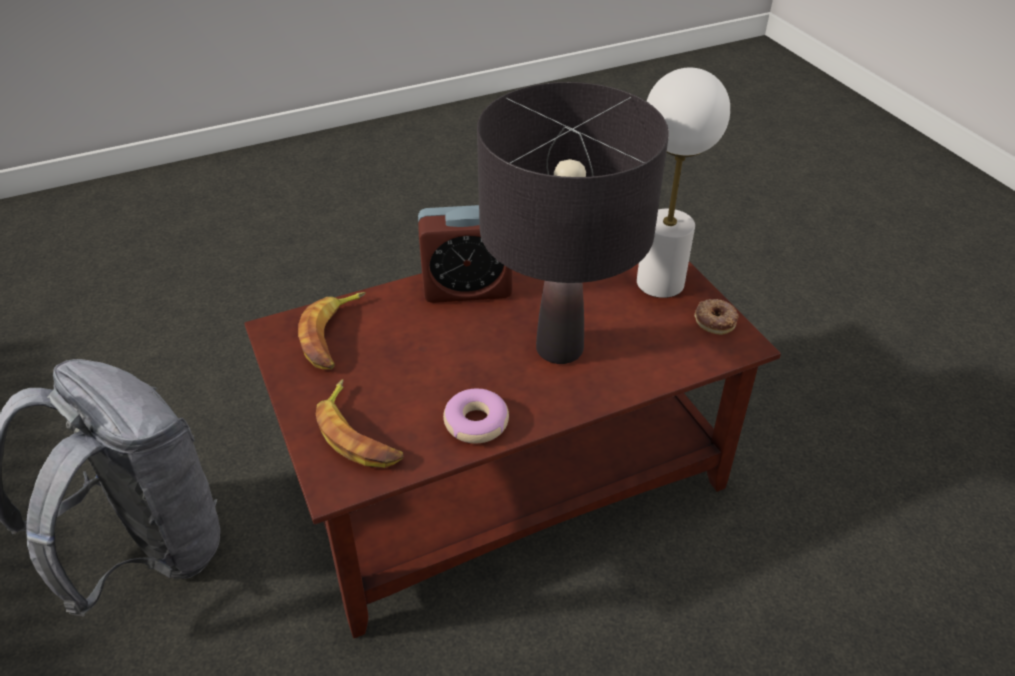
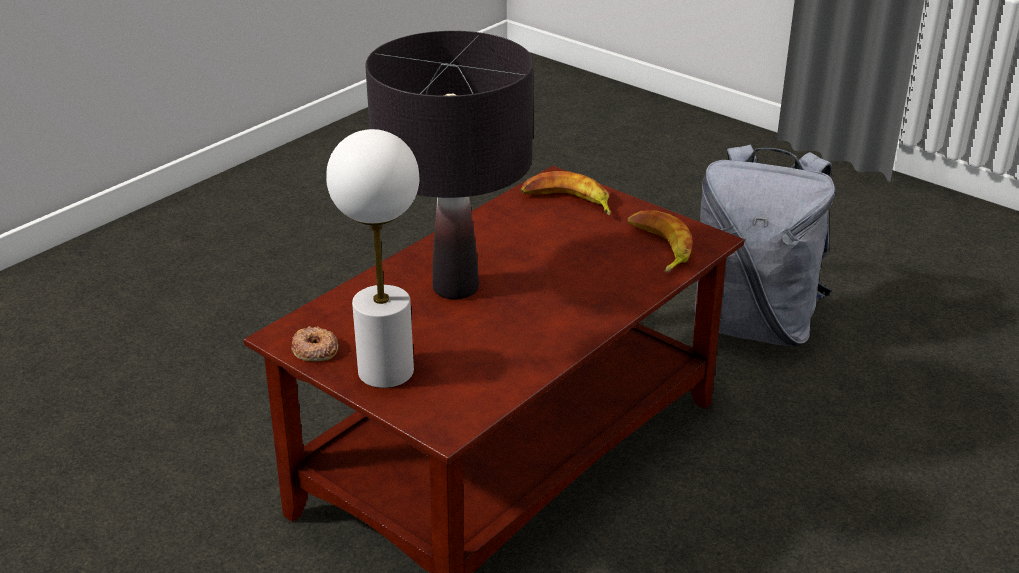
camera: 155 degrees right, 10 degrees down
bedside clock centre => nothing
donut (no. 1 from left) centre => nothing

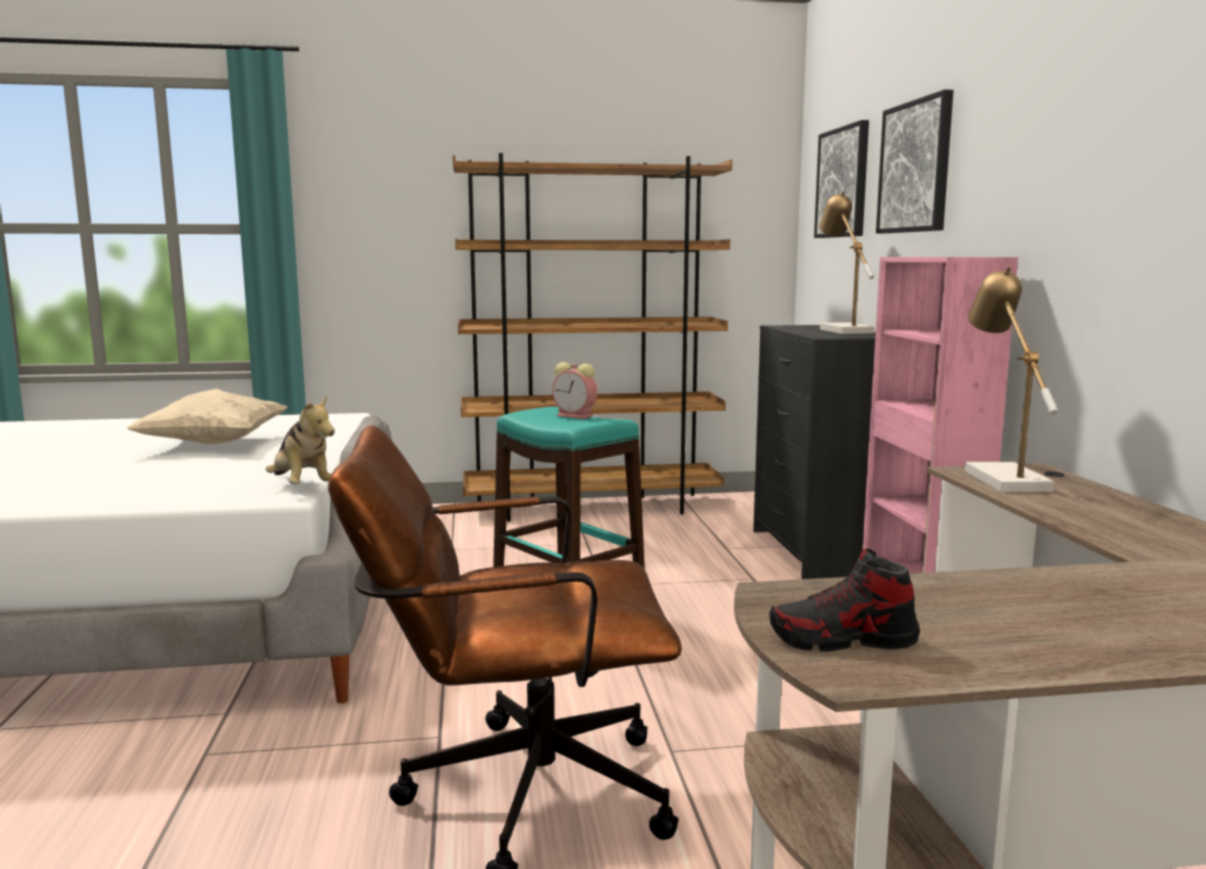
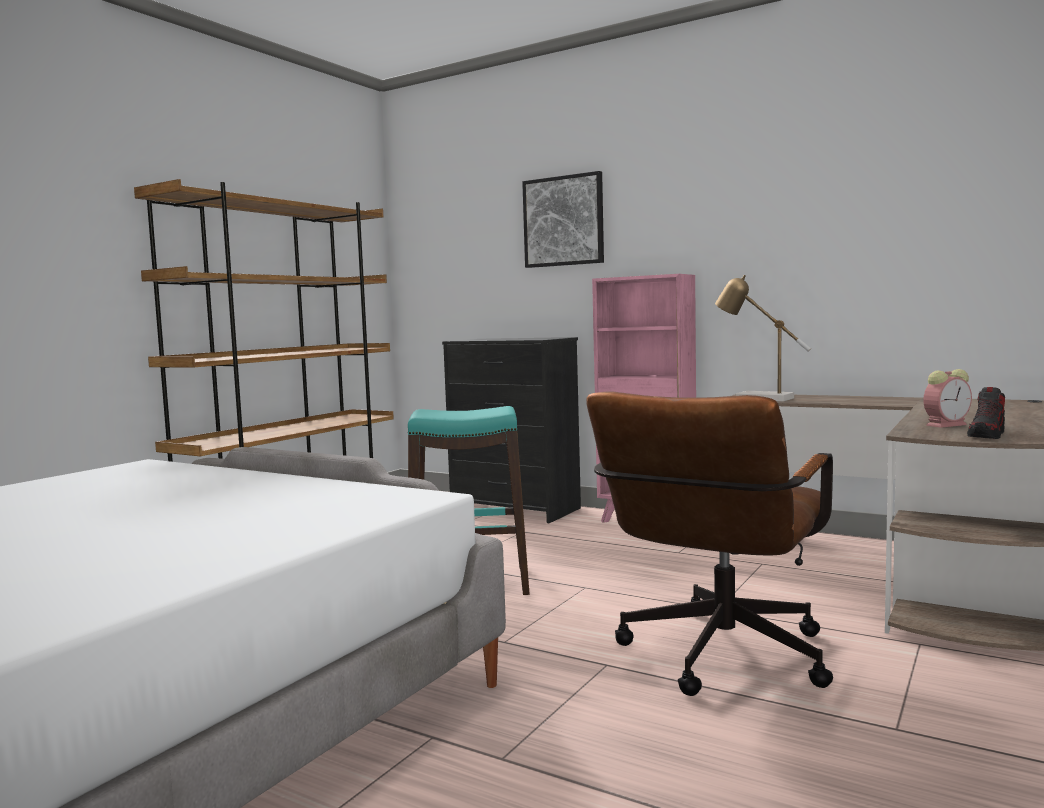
camera: 50 degrees left, 5 degrees down
bedside clock centre => bedside clock middle right, shifted
sand-coloured pillow middle left => nothing
plush toy middle left => nothing
picture (no. 1 from left) top right => nothing
lamp for a table (no. 1 from left) top right => nothing

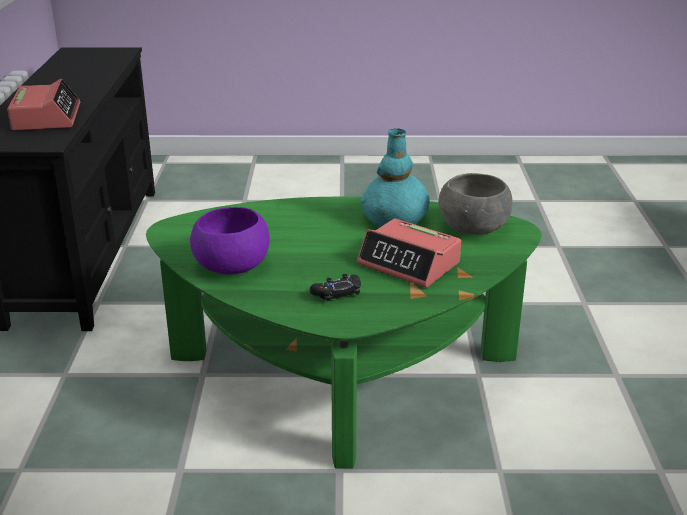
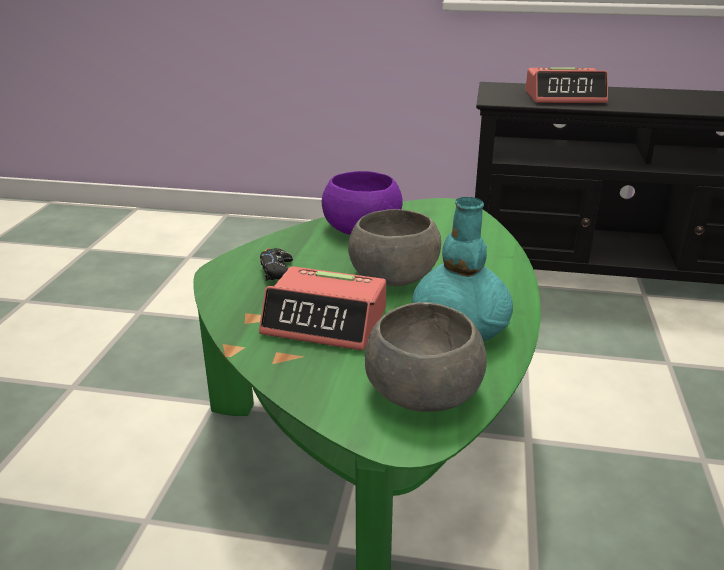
camera: 100 degrees right, 0 degrees up
bedside clock (no. 2 from left in the first image) centre => bedside clock (no. 1 from left) centre, 120 degrees counterclockwise
nothing => gray serving bowl (no. 1 from left) centre

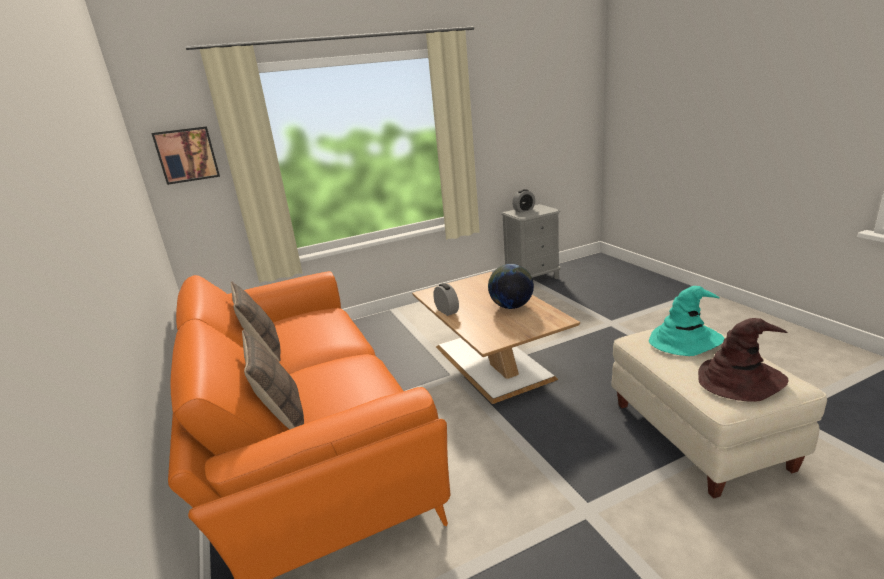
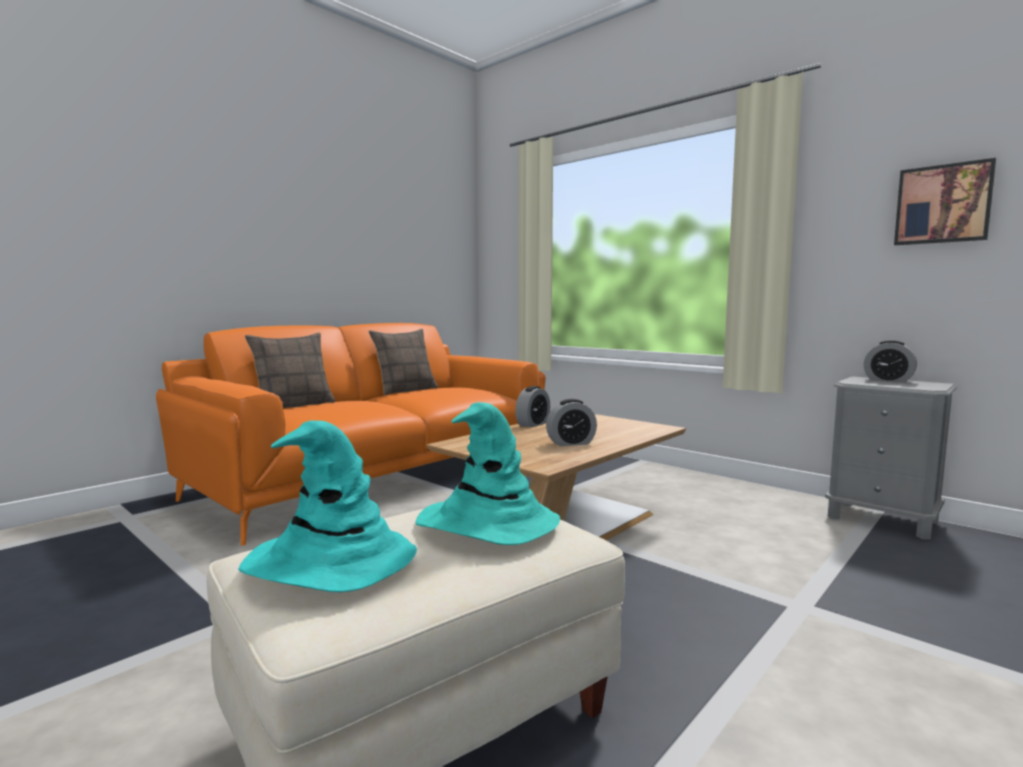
camera: 65 degrees right, 15 degrees down
brown-coloured hat middle right => blue-green hat (no. 1 from left) middle left
globe centre => bedside clock (no. 2 from left) centre
picture top left => picture top right, shifted

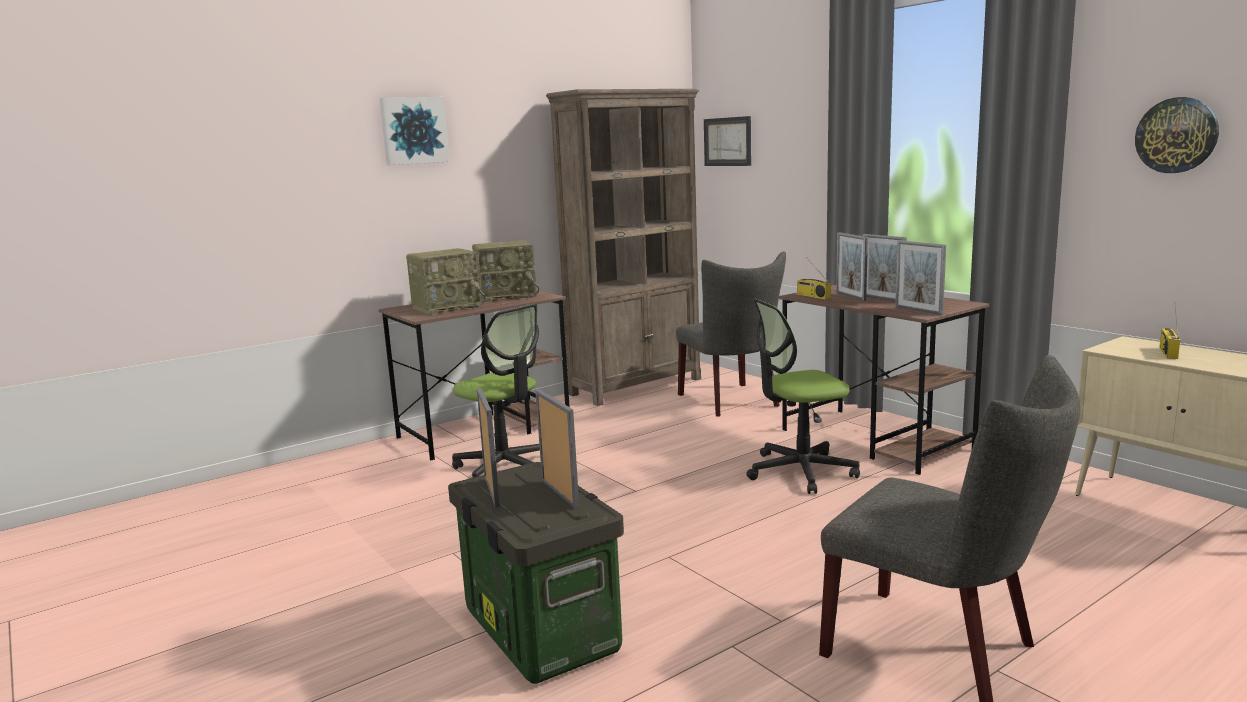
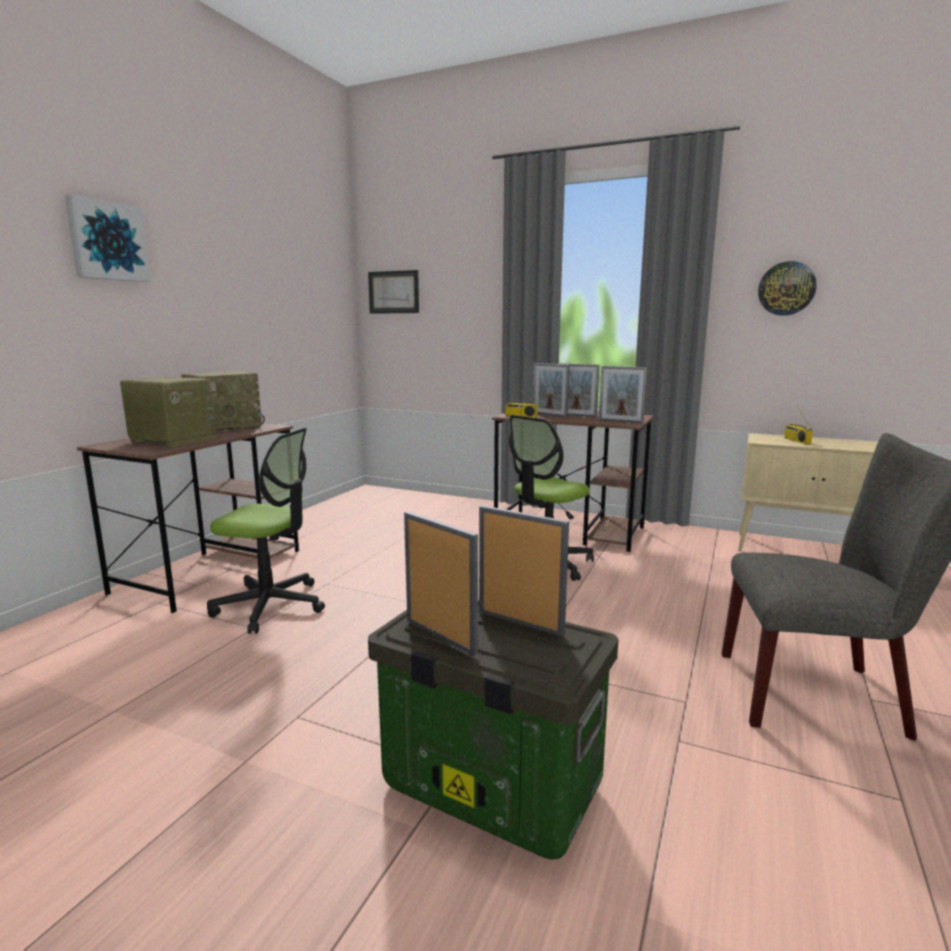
camera: 30 degrees left, 0 degrees up
radio (no. 1 from left) centre => radio (no. 1 from left) middle left, 90 degrees counterclockwise
brown-coloured bookshelf centre => nothing
gray plain chair (no. 1 from left) centre => nothing

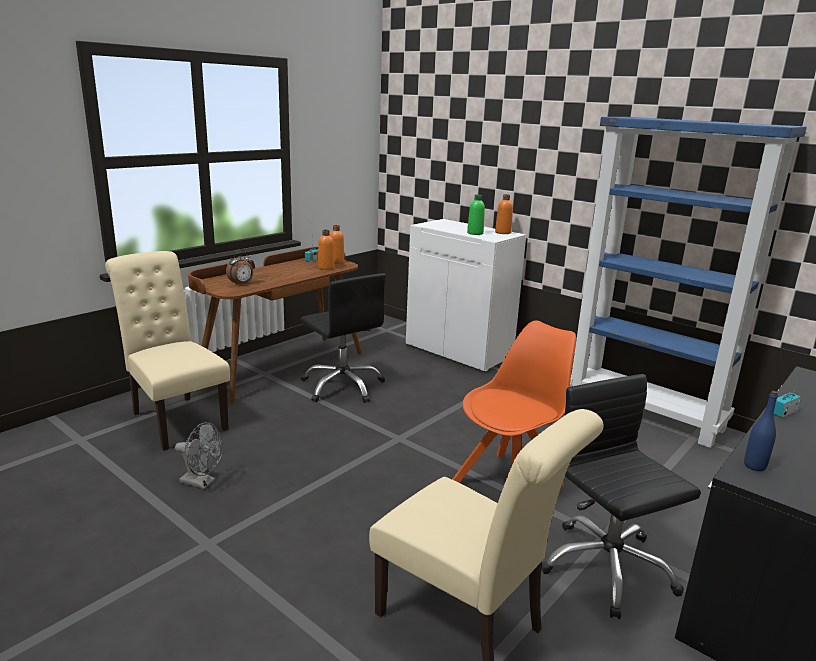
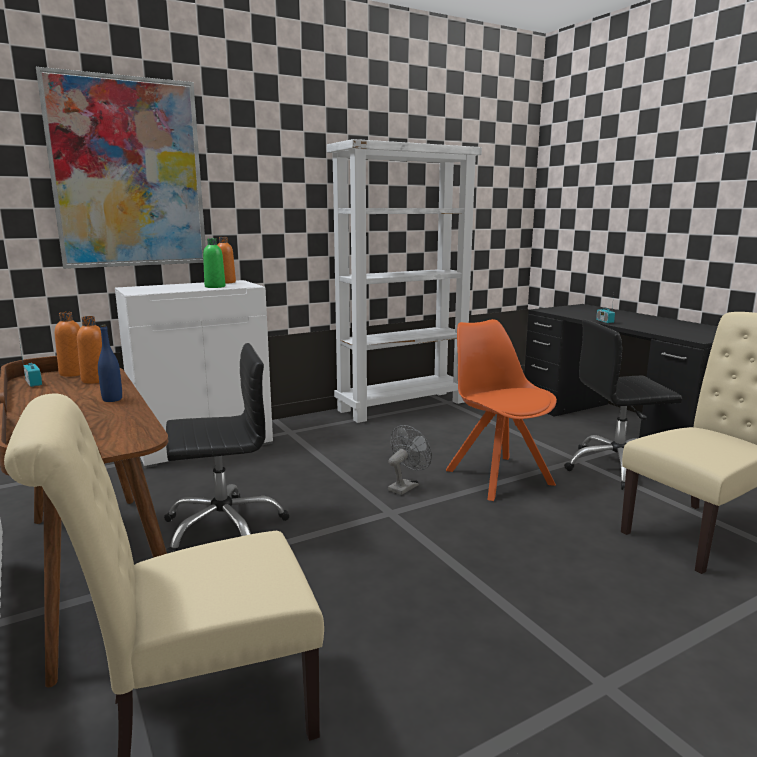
camera: 70 degrees left, 5 degrees down
nothing => picture top left
blue-coloured drink bottle middle right => blue-coloured drink bottle middle left, shifted
blue-coloured bookshelf middle right => white-coloured bookshelf centre
gray fan bottom left => gray fan centre, shifted
bedside clock middle left => nothing

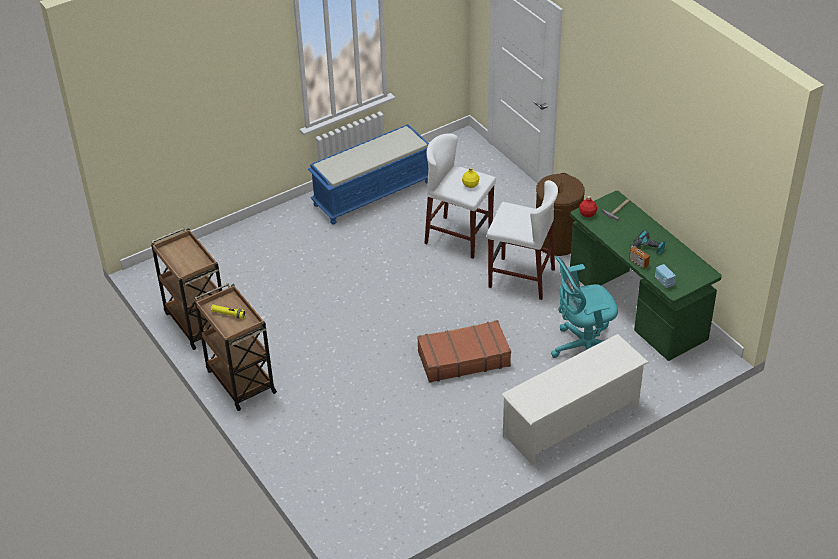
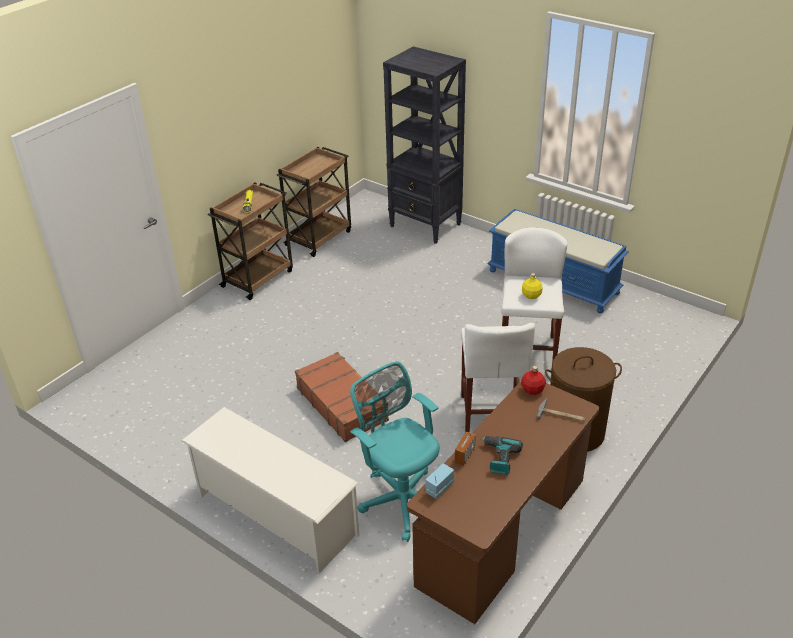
camera: 70 degrees right, 5 degrees down
nothing => black bookshelf top centre
green-coloured desk table middle right => brown-coloured desk table bottom centre

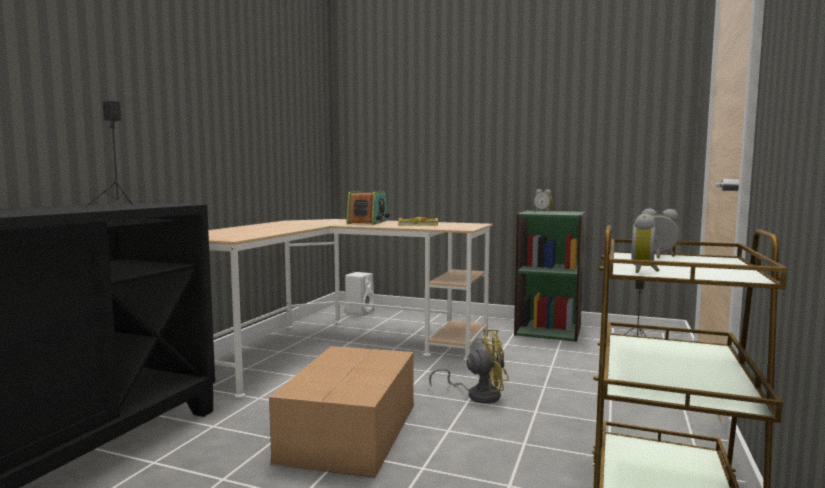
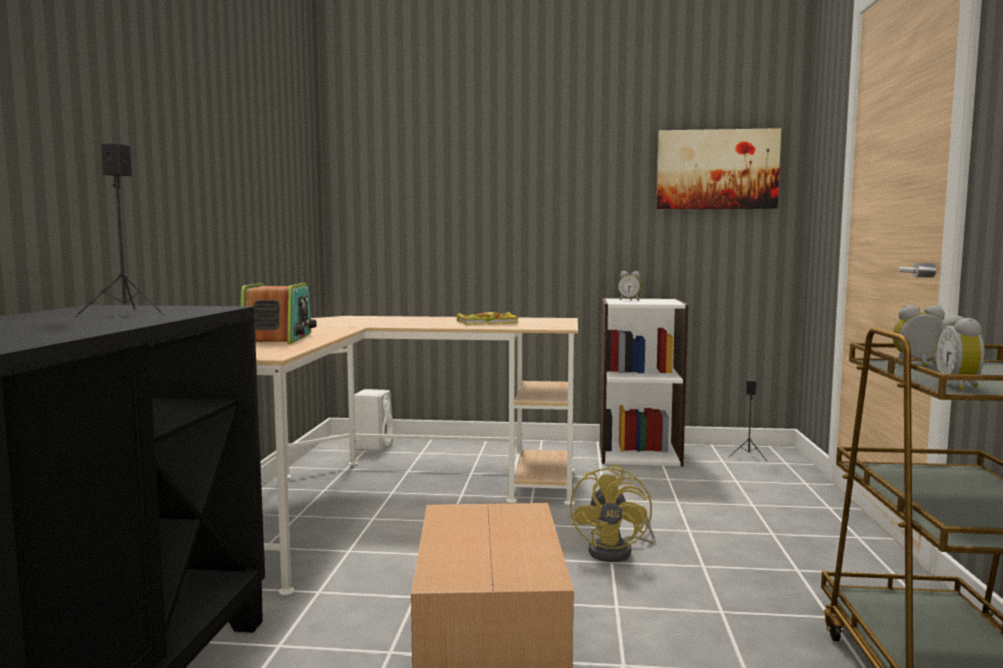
camera: 15 degrees left, 0 degrees up
radio centre => radio middle left, shifted
yellowish fan bottom centre, 120 degrees clockwise
green-coloured bookshelf centre => white-coloured bookshelf centre
nothing => picture top right

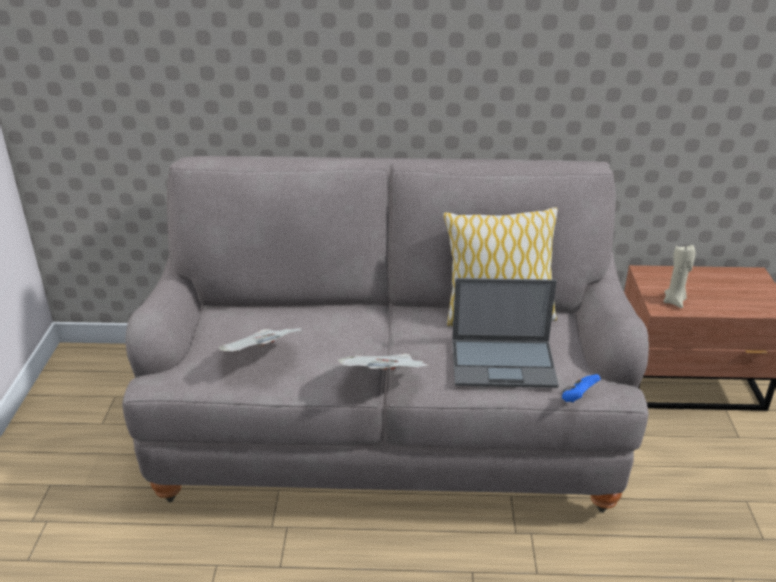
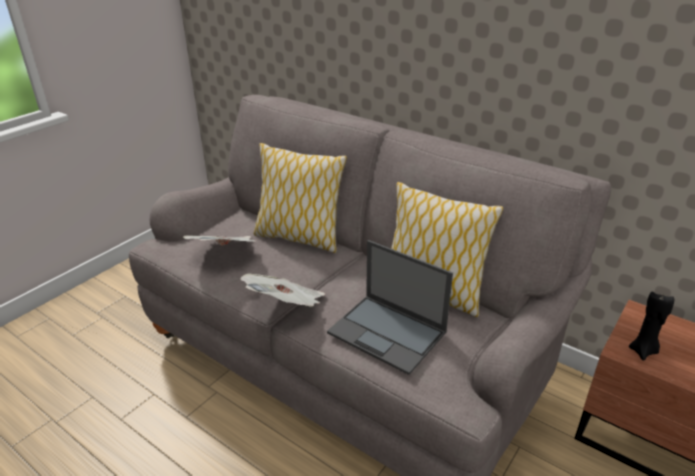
camera: 35 degrees right, 0 degrees up
nothing => pillow (no. 1 from left) centre
sand-coloured candle middle right => black candle bottom right
blue-coloured joypad bottom right => nothing

